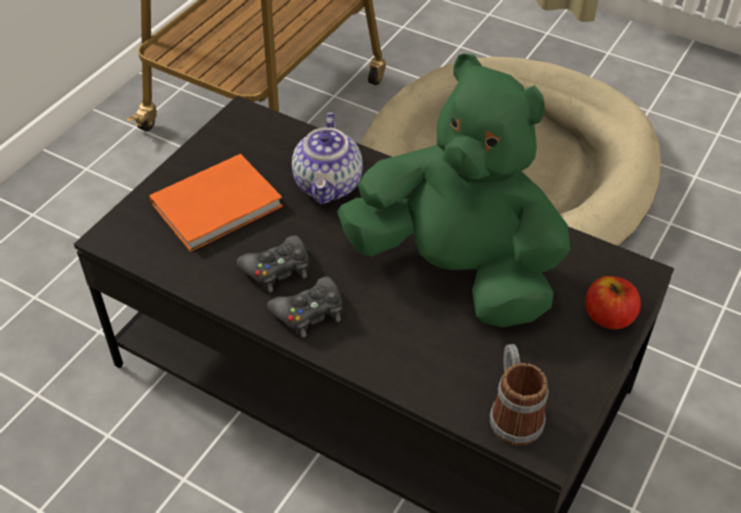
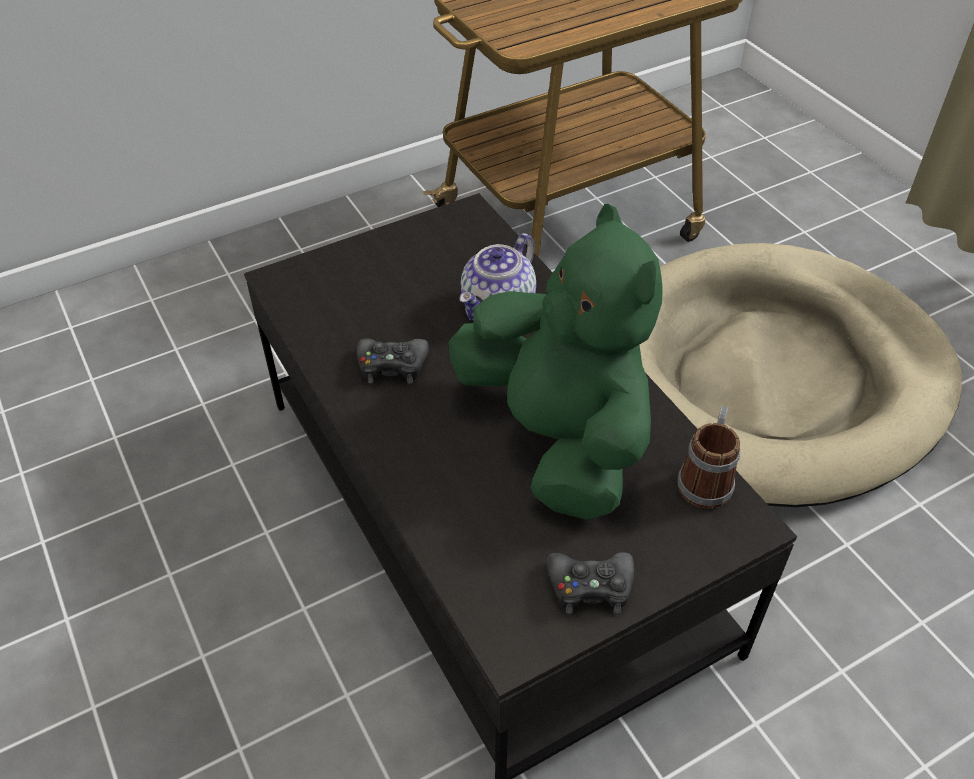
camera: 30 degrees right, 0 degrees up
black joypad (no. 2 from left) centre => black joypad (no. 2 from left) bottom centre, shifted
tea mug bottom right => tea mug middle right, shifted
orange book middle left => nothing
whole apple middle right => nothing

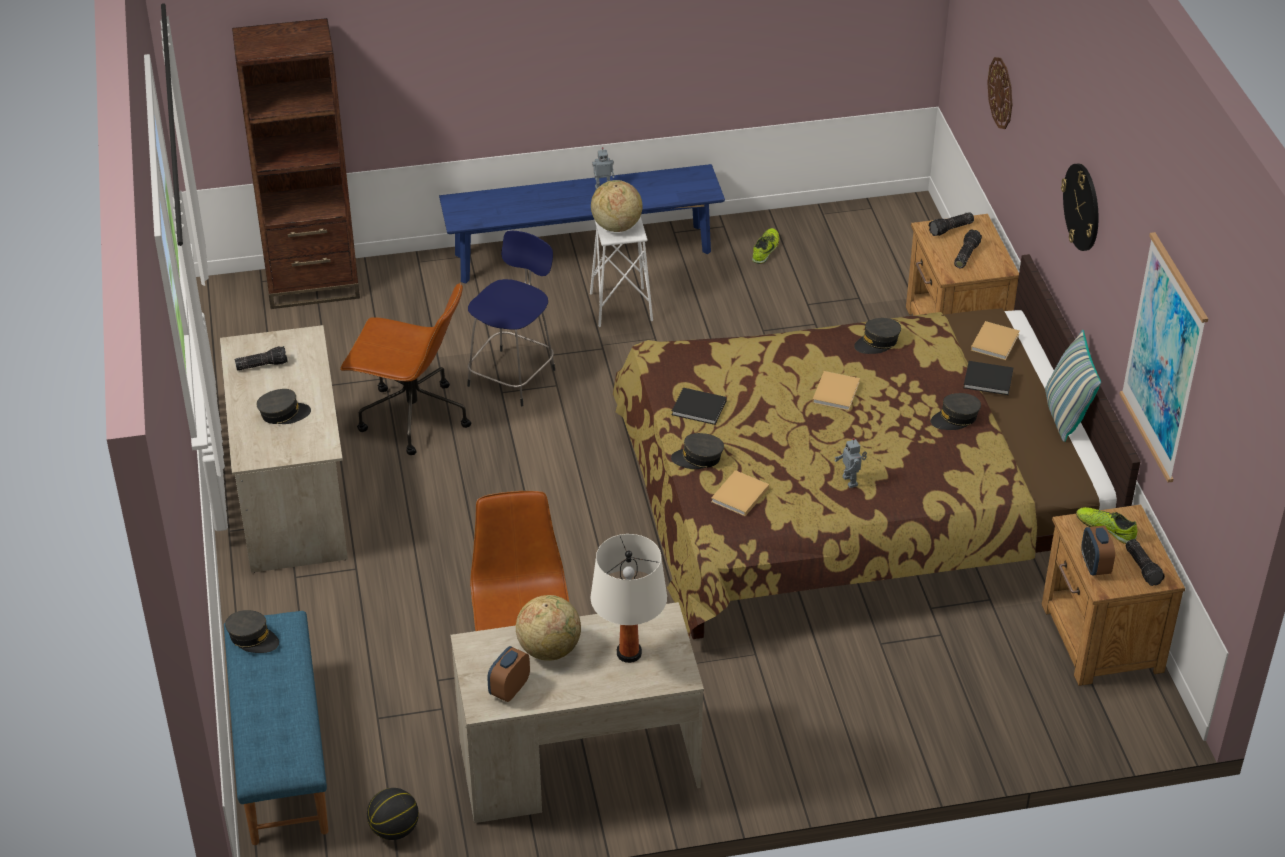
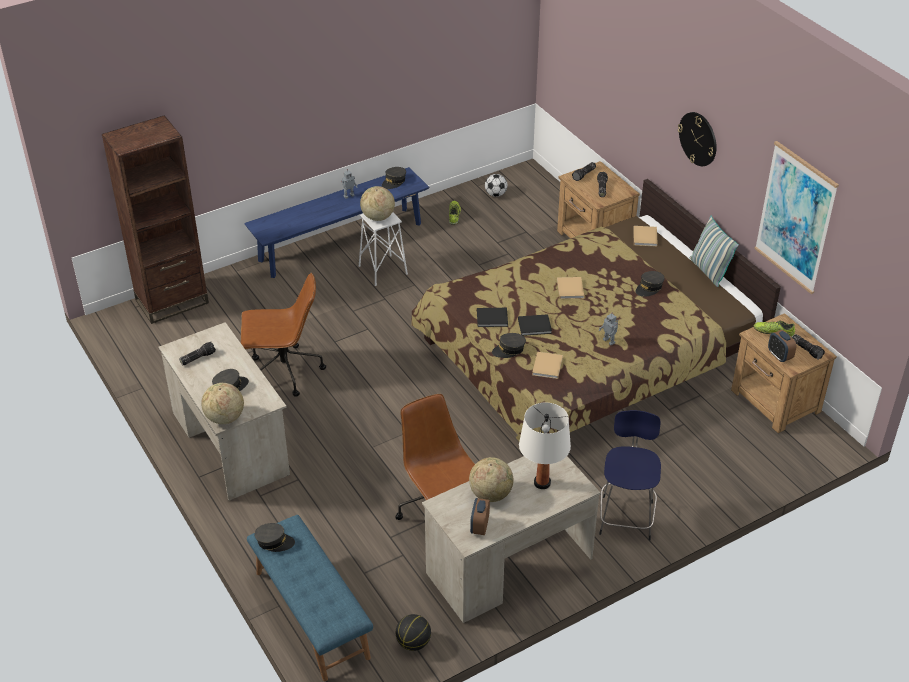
camera: 20 degrees left, 0 degrees up
nothing => globe (no. 1 from left) middle left
gray cap (no. 4 from left in the first image) middle right => gray cap (no. 3 from left) top centre, shifted
nothing => football ball top centre
black book (no. 2 from left) middle right => black book (no. 2 from left) centre, shifted
blue-coloured stool centre => blue-coloured stool bottom right, shifted
wall clock (no. 1 from left) top right => nothing

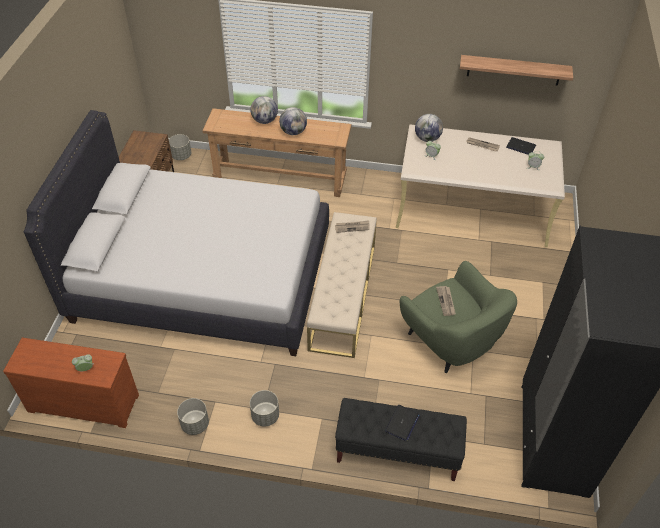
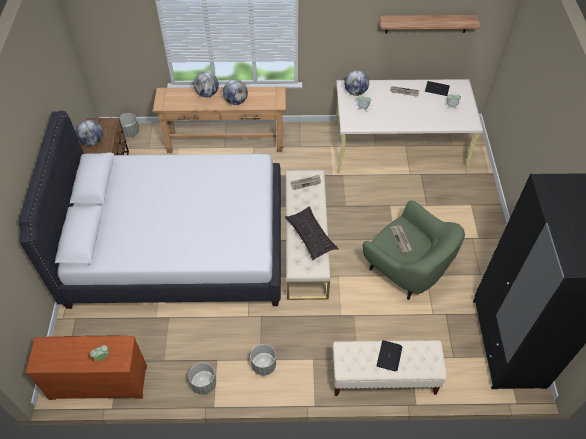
camera: 10 degrees left, 5 degrees up
nothing => globe (no. 1 from left) top left
nothing => pillow centre
black long seat bottom centre => sand-coloured long seat (no. 2 from left) bottom centre

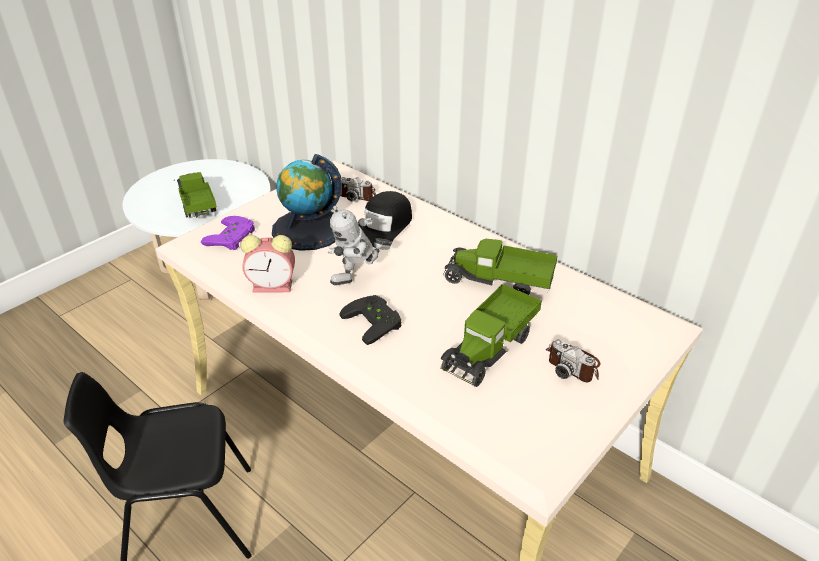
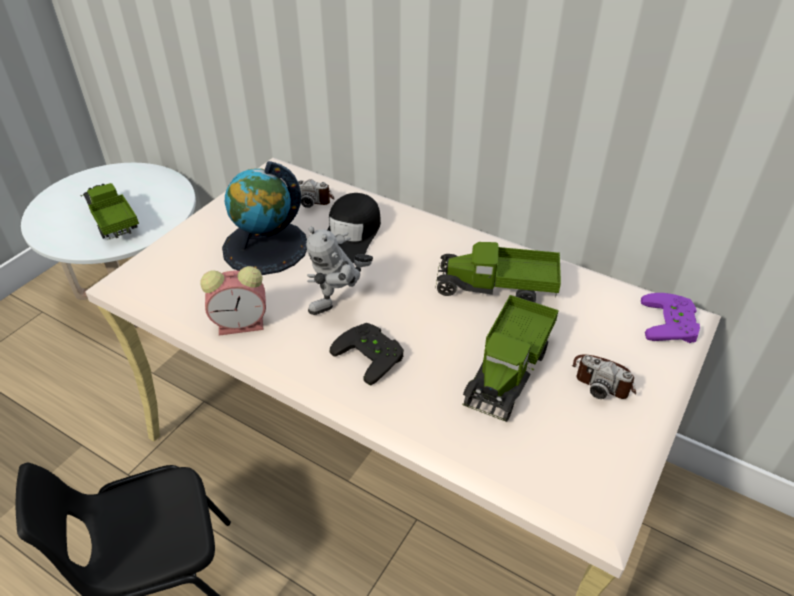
camera: 10 degrees left, 5 degrees up
purple joypad middle left => purple joypad middle right, shifted

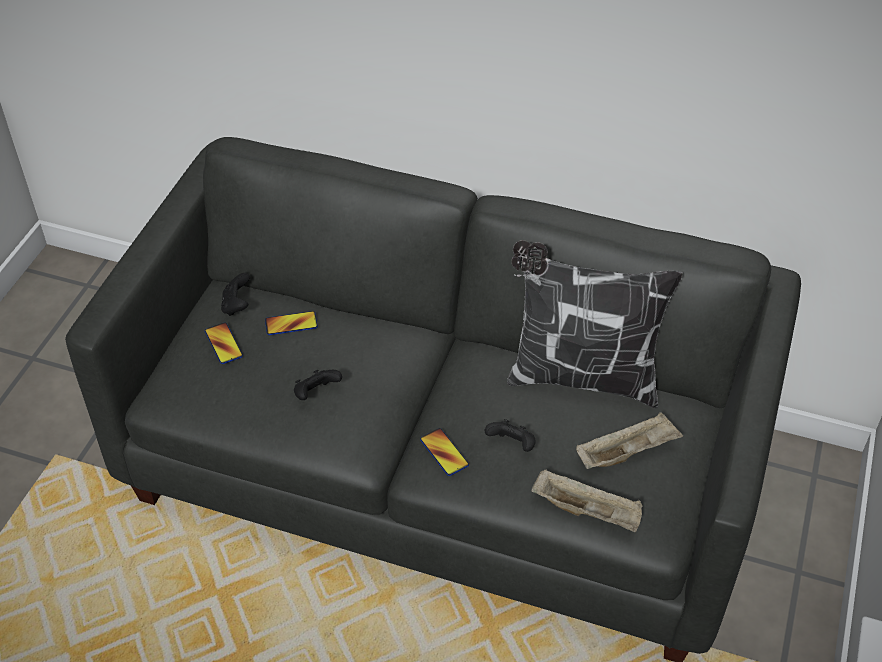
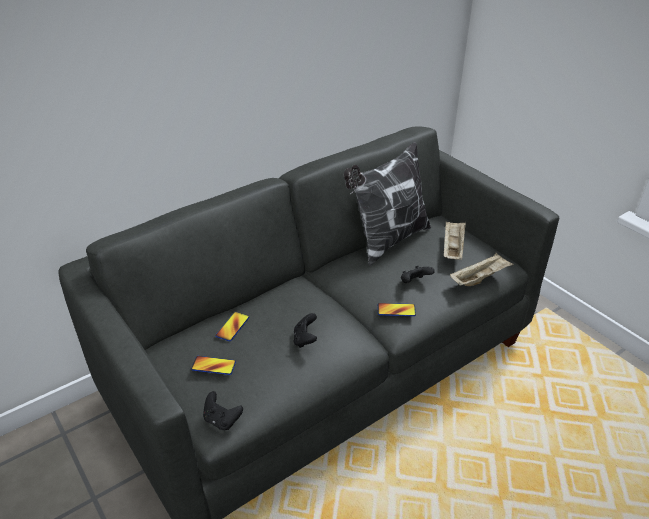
camera: 55 degrees left, 10 degrees down
black joypad (no. 1 from left) middle left => black joypad (no. 1 from left) bottom centre, shifted

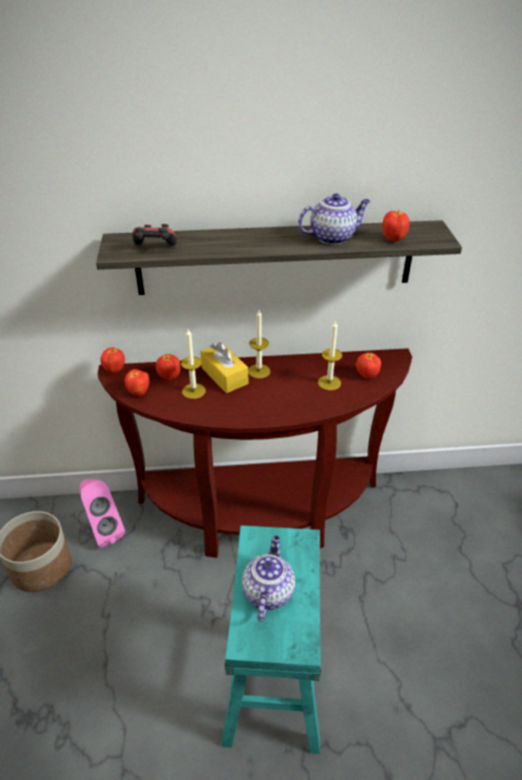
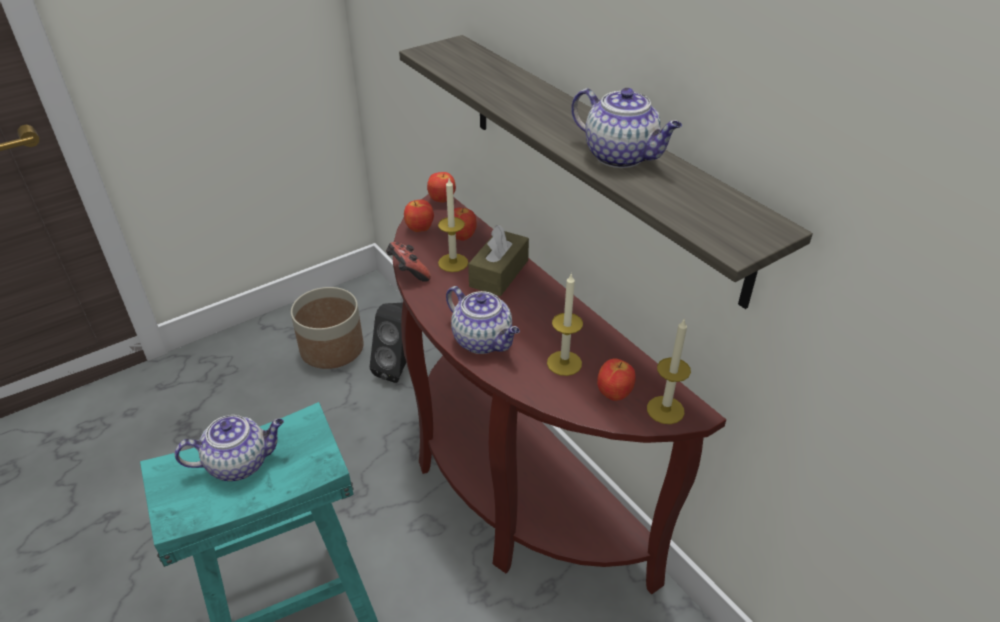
camera: 60 degrees right, 0 degrees up
pink-coloured loudspeaker middle left => black loudspeaker centre
joypad top left => joypad centre, shifted
nothing => pot for tea (no. 2 from left) centre
yellowish tissue box centre => brown-coloured tissue box centre
candle (no. 2 from left in the first image) centre => candle (no. 3 from left) middle right, shifted
whole apple (no. 5 from left) top right => nothing

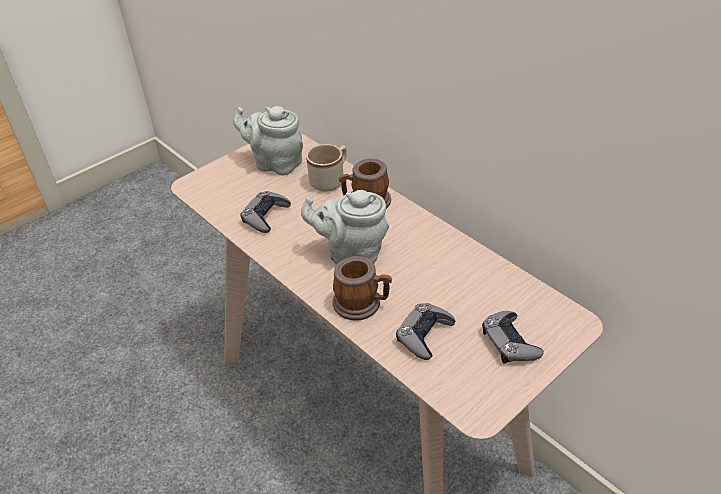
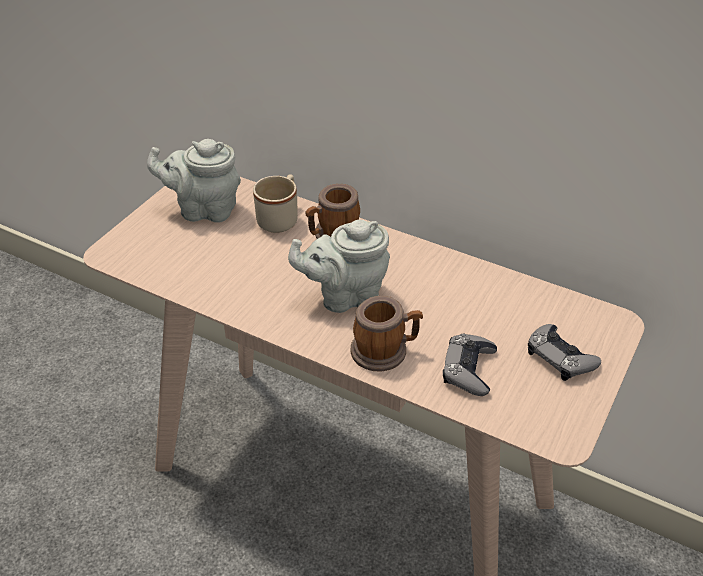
camera: 20 degrees left, 0 degrees up
gray joypad (no. 1 from left) centre => nothing

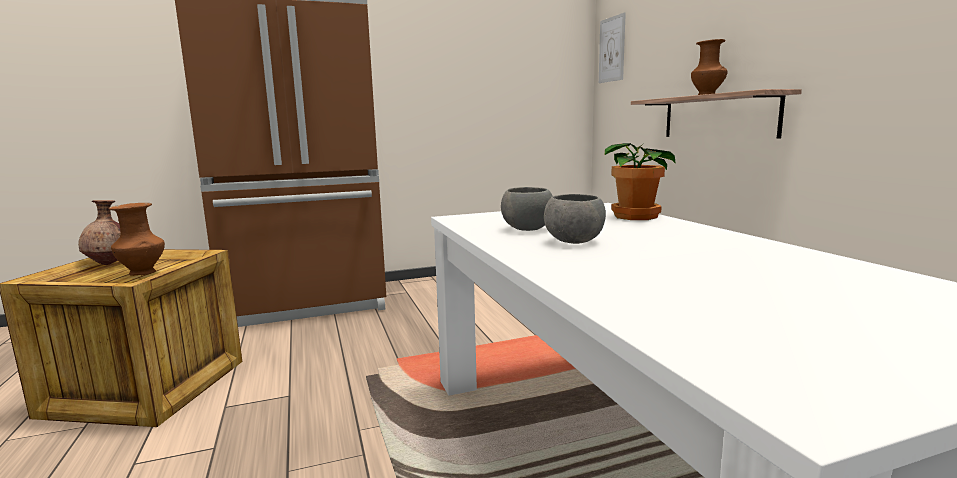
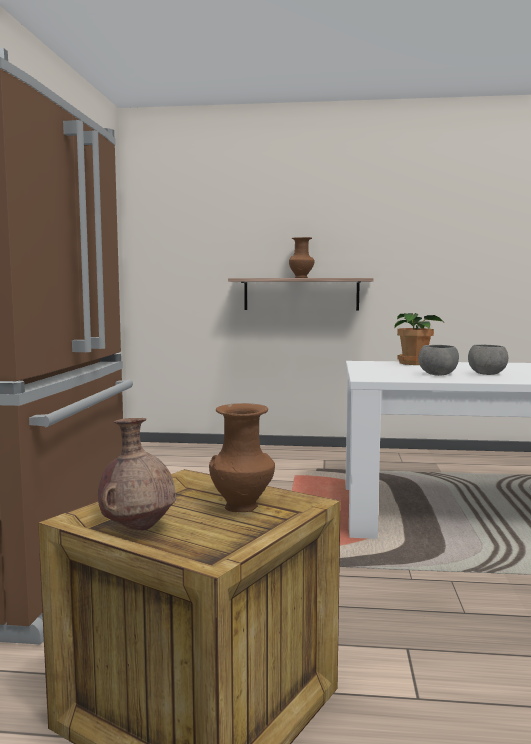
camera: 65 degrees left, 5 degrees down
picture top centre => nothing

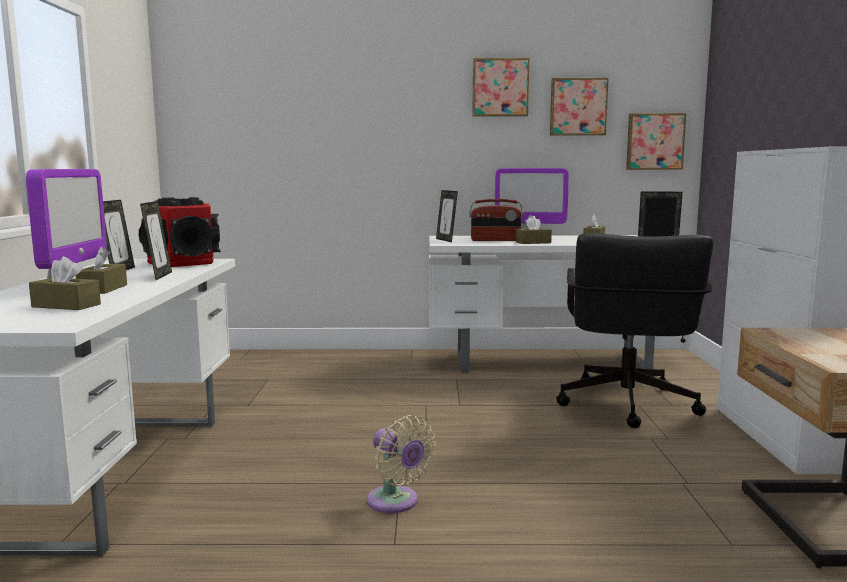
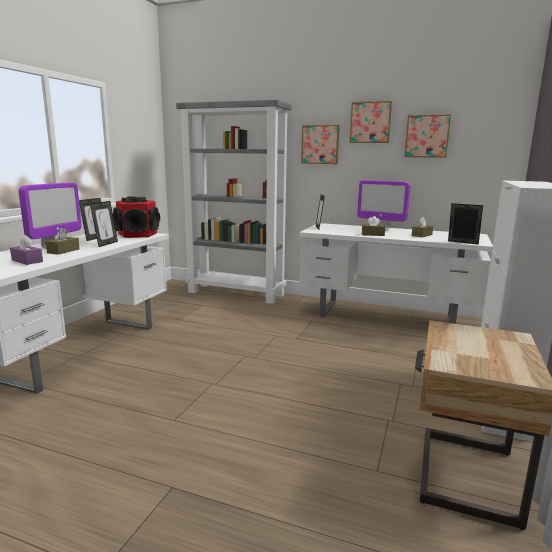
camera: 20 degrees right, 5 degrees up
brown-coloured tissue box (no. 1 from left) middle left => purple tissue box middle left
nothing => gray bookshelf centre
picture (no. 3 from left in the first image) top right => picture (no. 1 from left) top centre, shifted
sand-coloured fan bottom centre => nothing
radio centre => nothing
black office chair middle right => nothing

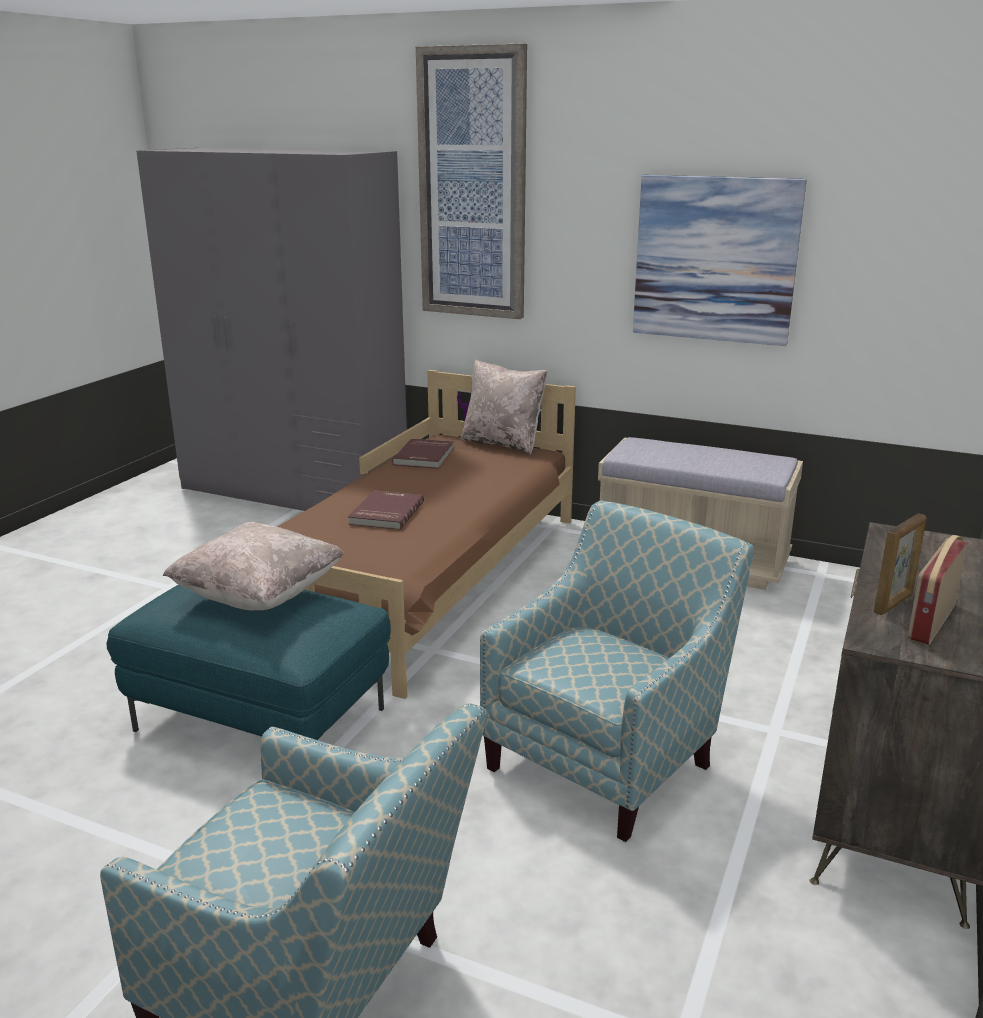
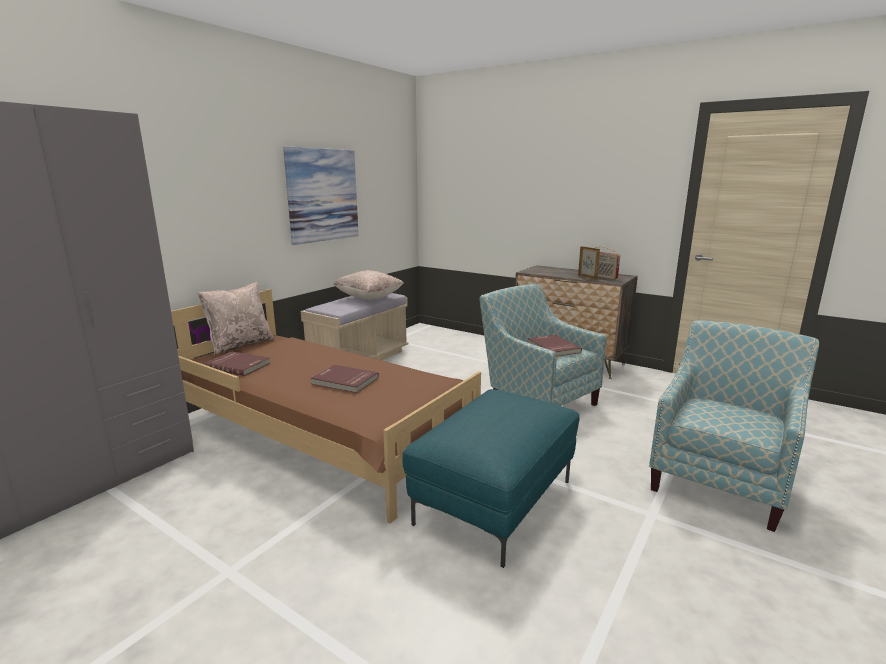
camera: 80 degrees left, 5 degrees down
sand-coloured pillow (no. 1 from left in the first image) middle left => sand-coloured pillow (no. 2 from left) centre, shifted
nothing => red-coloured book (no. 3 from left) centre
picture (no. 1 from left) top centre => nothing

